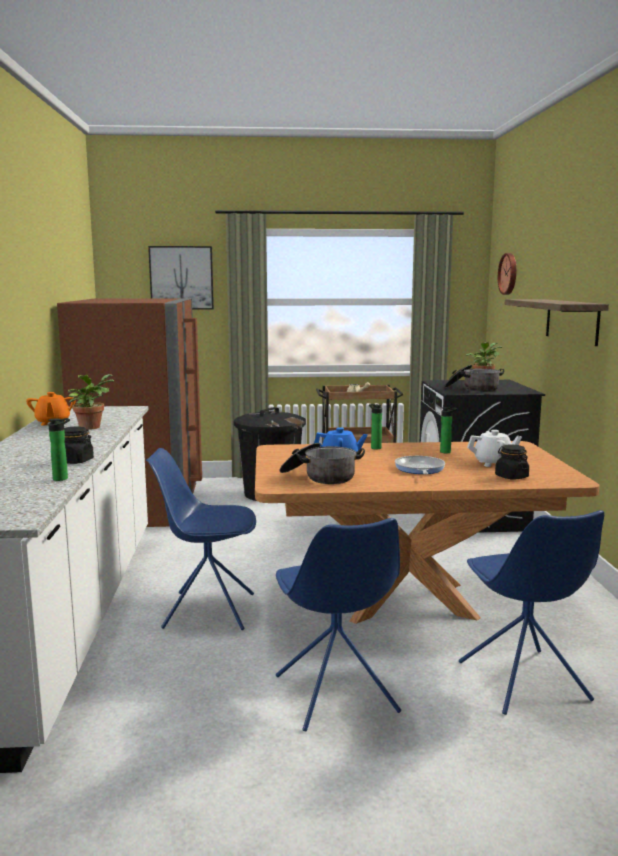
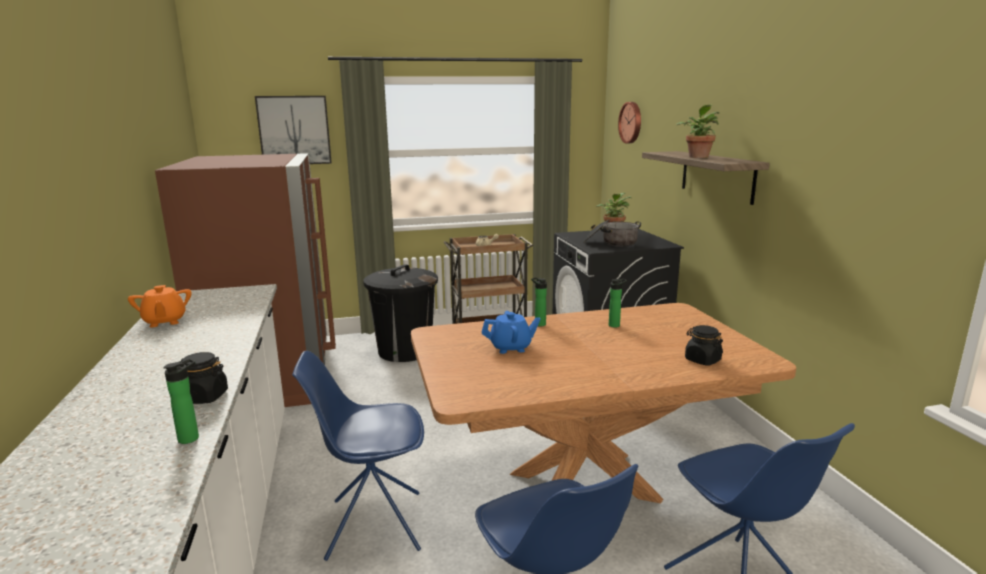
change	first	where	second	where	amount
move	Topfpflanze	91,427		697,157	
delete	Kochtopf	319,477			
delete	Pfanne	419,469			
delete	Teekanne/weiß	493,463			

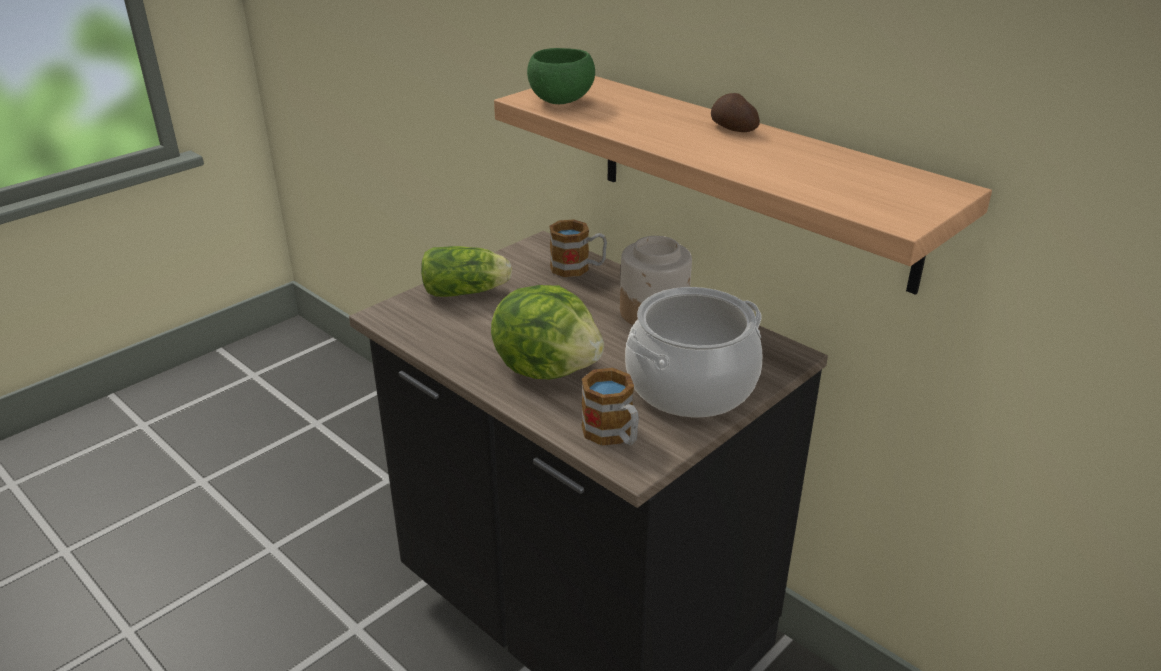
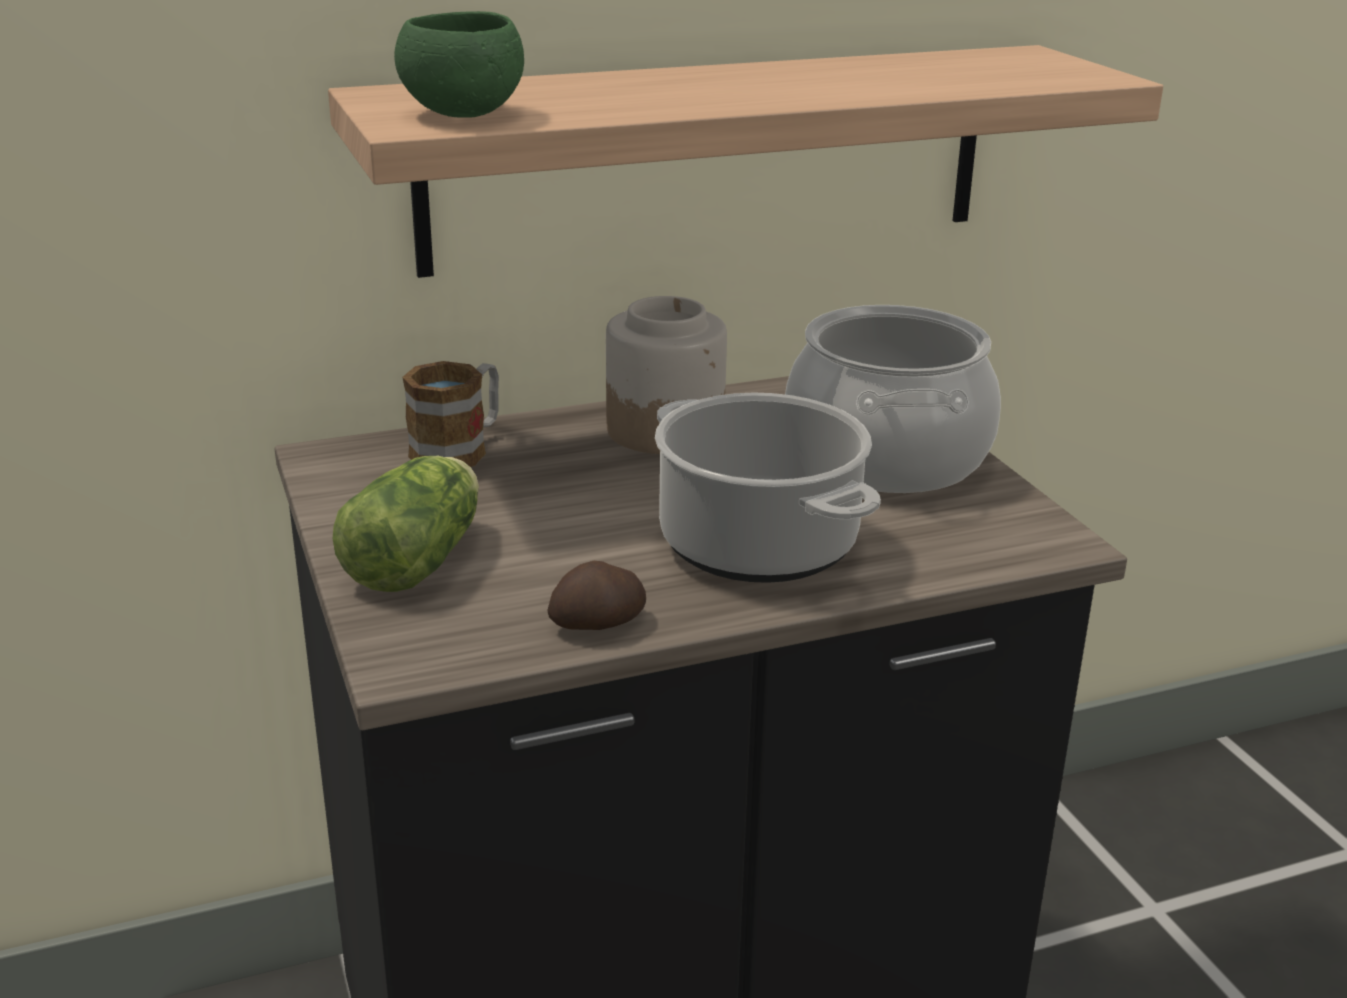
change	first	where	second	where	amount
move	Kartoffel	732,129		599,624	
replace	Salatkopf	548,368	Kochtopf	755,544	
delete	Henkelbecher	613,435			

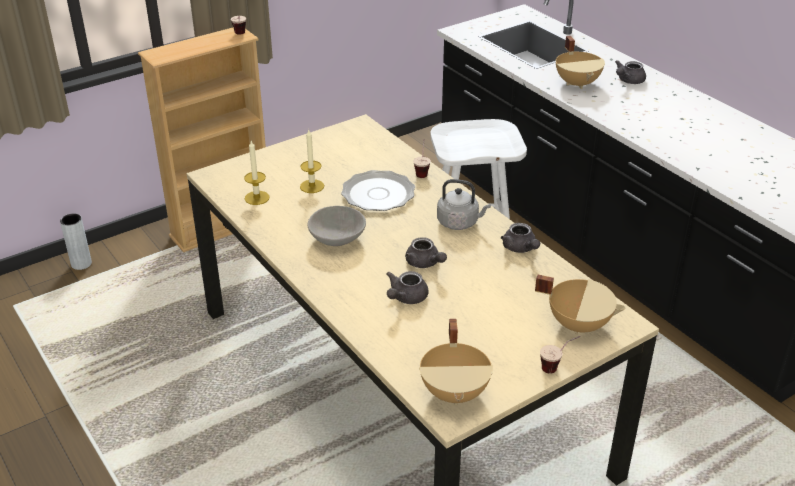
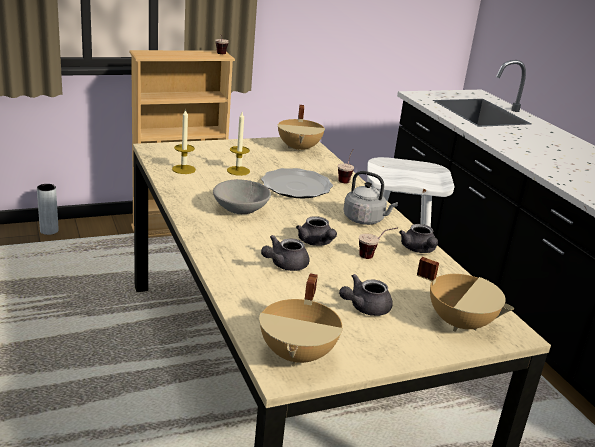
change	first	where	second	where	amount
move	Kochtopf/beige	578,83		299,148	
move	Teekanne/grau	628,81		364,308	
move	Tasse	557,367		374,256	

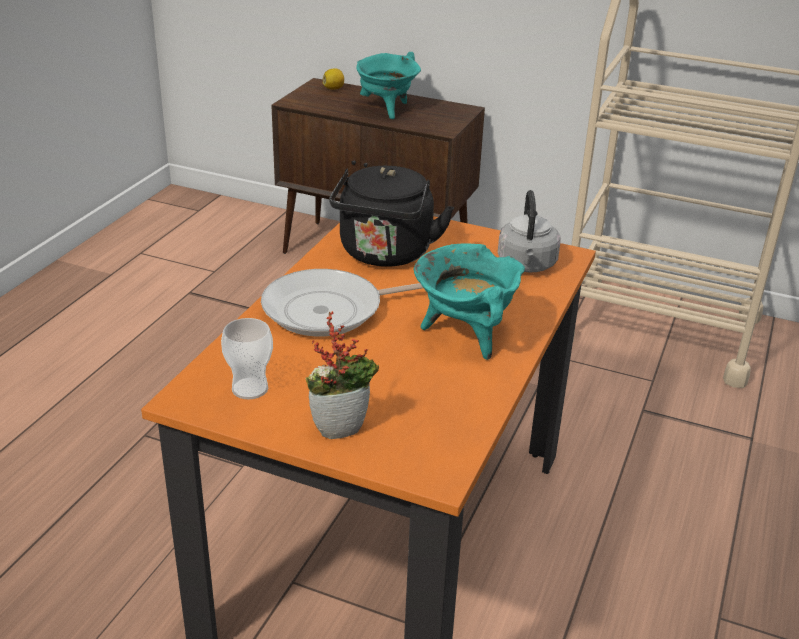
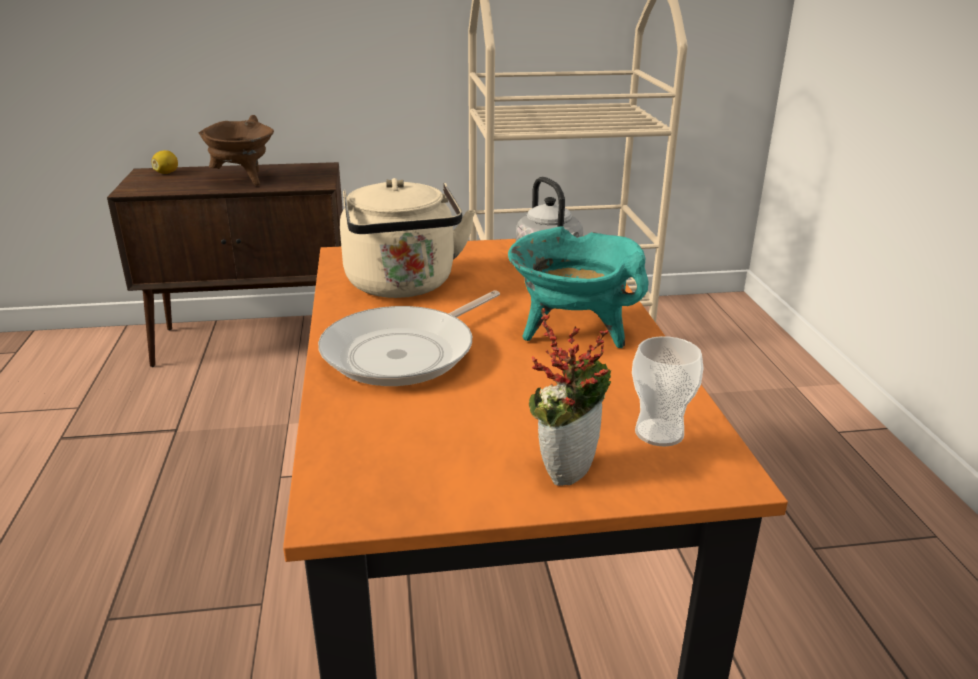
change	first	where	second	where	amount
recolor	Kochtopf/türkis	386,110	Kochtopf/braun	243,180	
recolor	Wasserkessel/schwarz	385,255	Wasserkessel/beige	403,286	
move	Tasse	250,388		659,433	

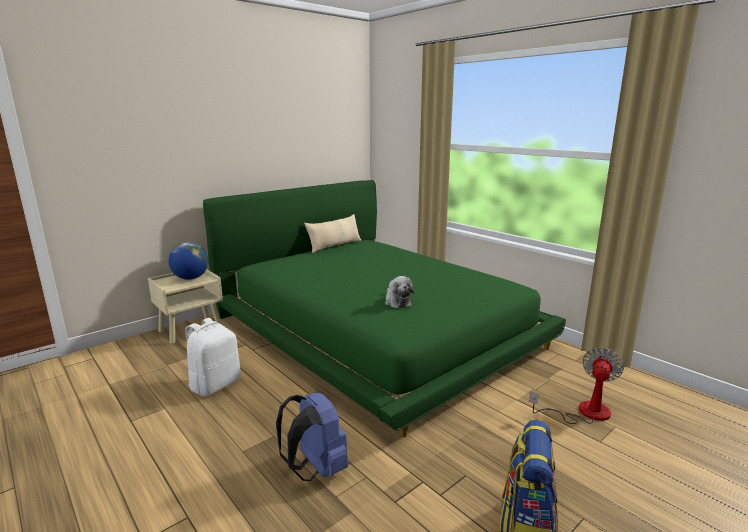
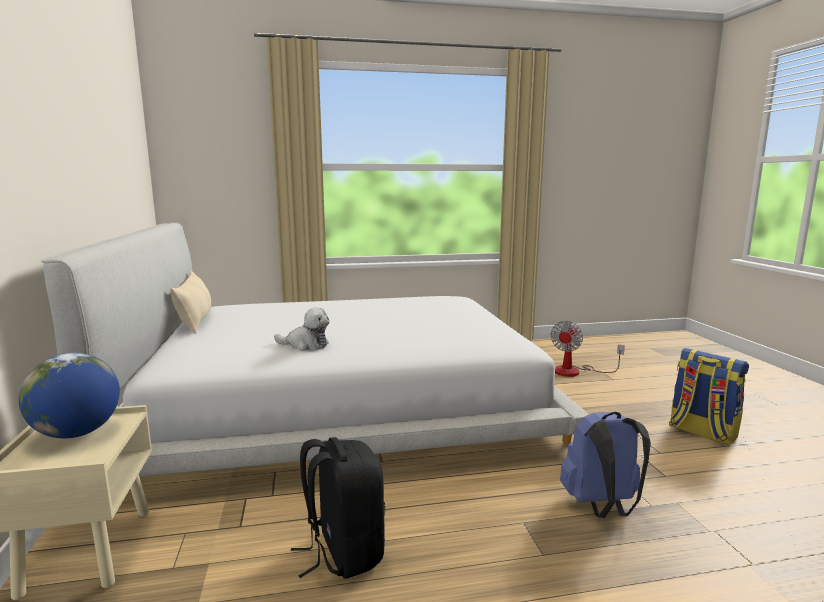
change	first	where	second	where	amount
recolor	Bett/grün	374,329	Bett/weiß	340,401	
move	Plüschtier	397,302		306,345	
recolor	Rucksack/weiß	215,384	Rucksack/schwarz	343,552	
rotate	Ventilator	583,412		575,371	120 degrees counterclockwise

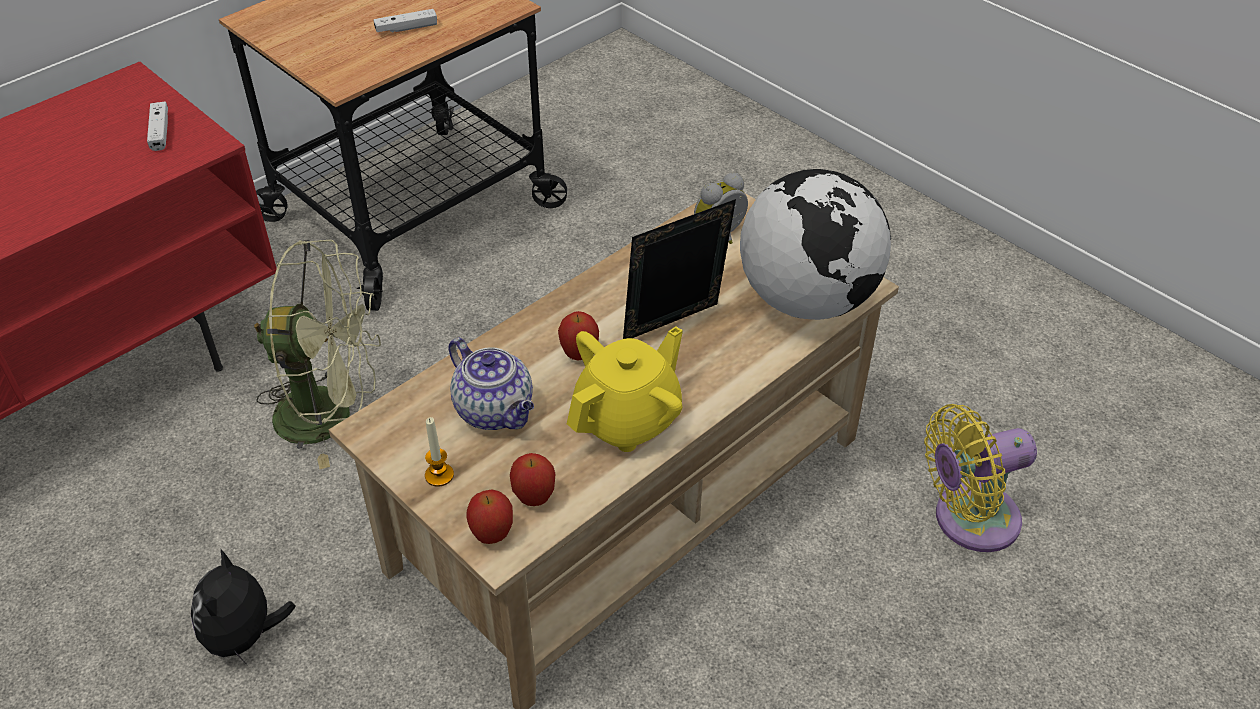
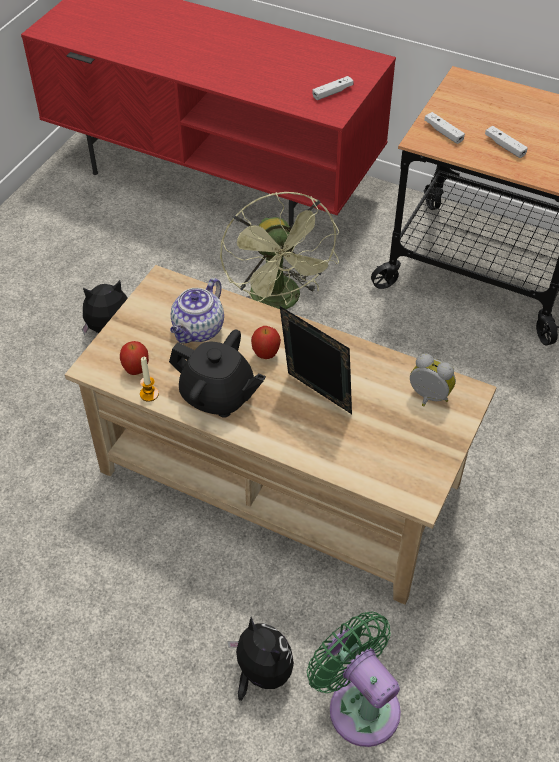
change	first	where	second	where	amount
move	Kerze	439,475		149,394	
recolor	Teekanne/gelb	628,419	Teekanne/schwarz	218,396	
insert			Plüschtier	261,673	
recolor	Ventilator/gelb	968,520	Ventilator/grün	359,704	
insert			Gamepad/weiß	443,132	
delete	Apfel	492,535			
delete	Globus	807,300			

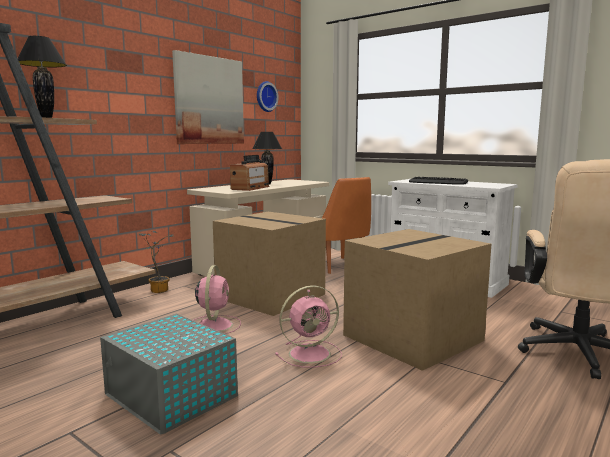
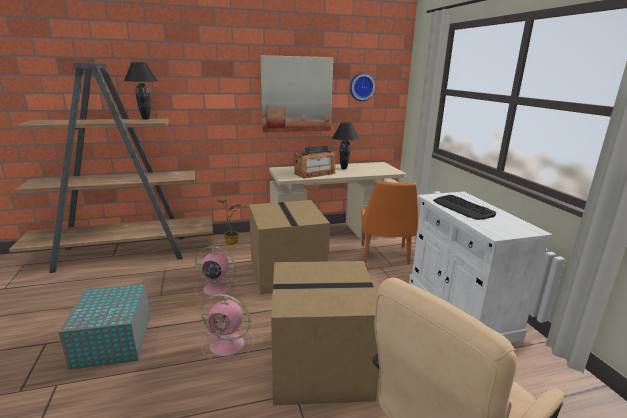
change	first	where	second	where	amount
rotate	Ventilator/rosa	215,325		215,288	120 degrees counterclockwise

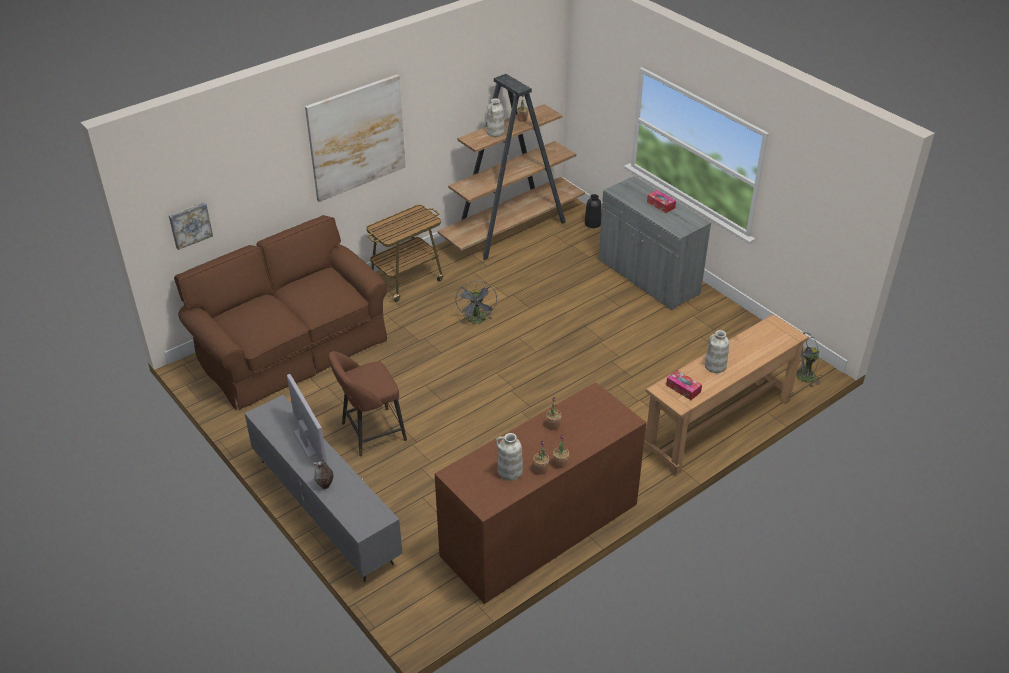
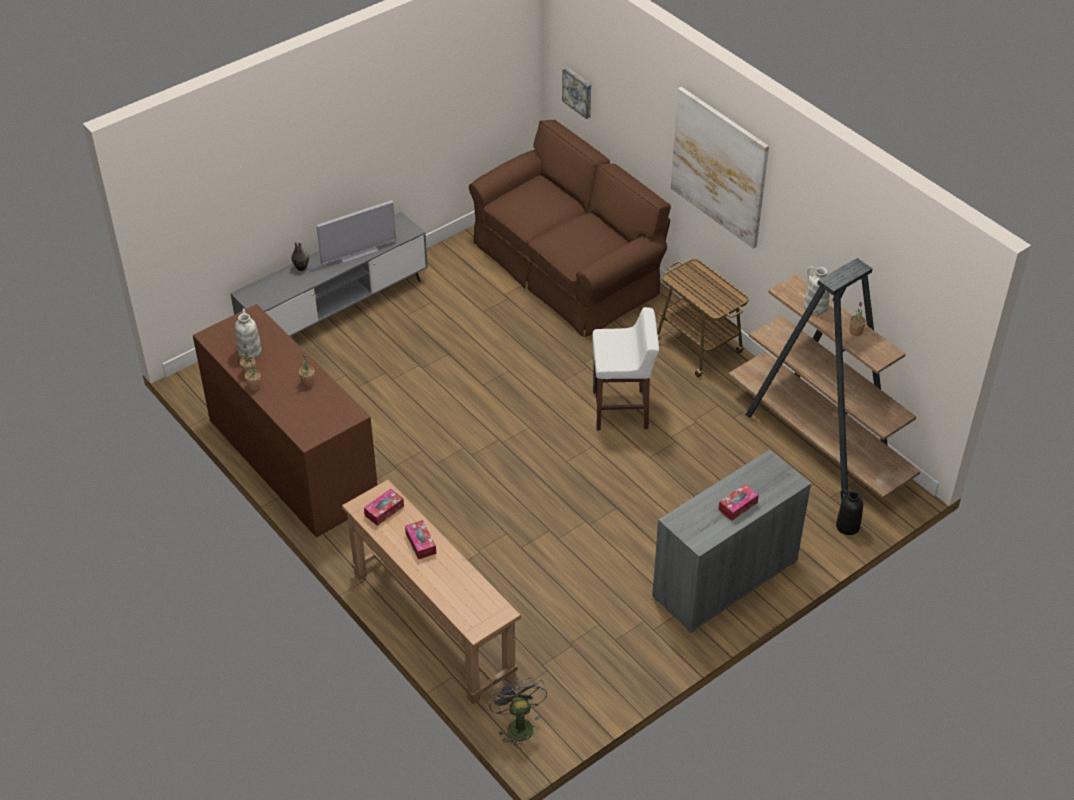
change	first	where	second	where	amount
replace	Vase/weiß	715,366	Taschentuchbox	420,543	
replace	Ventilator/grau	477,321	Hocker/weiß	621,410	
delete	Hocker/braun	370,433			

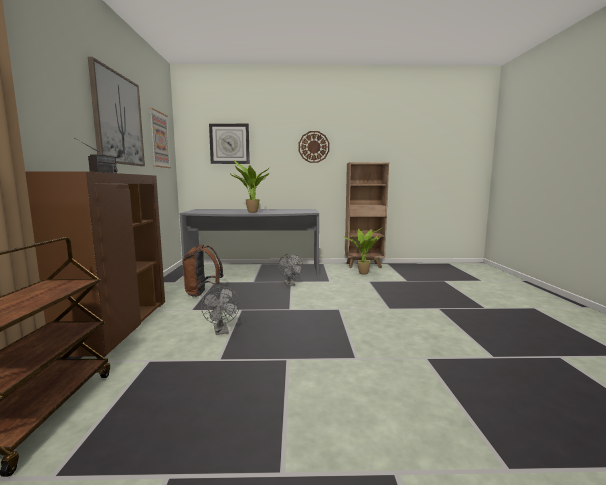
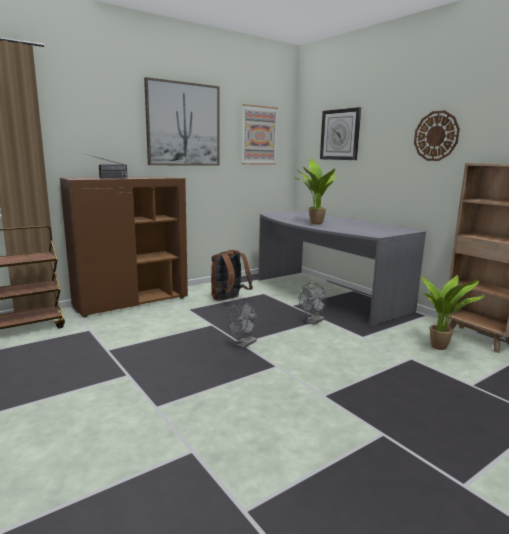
change	first	where	second	where	amount
move	Ventilator/grau	221,331		243,345	

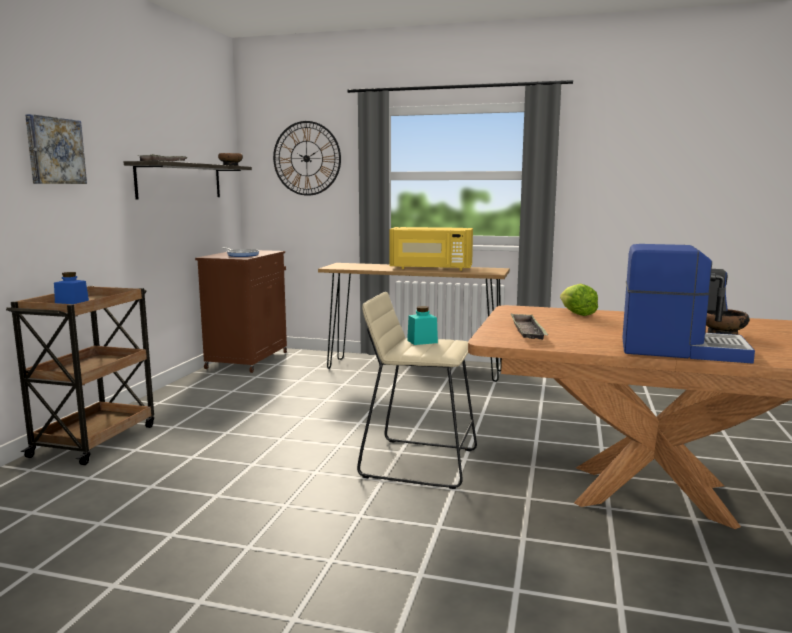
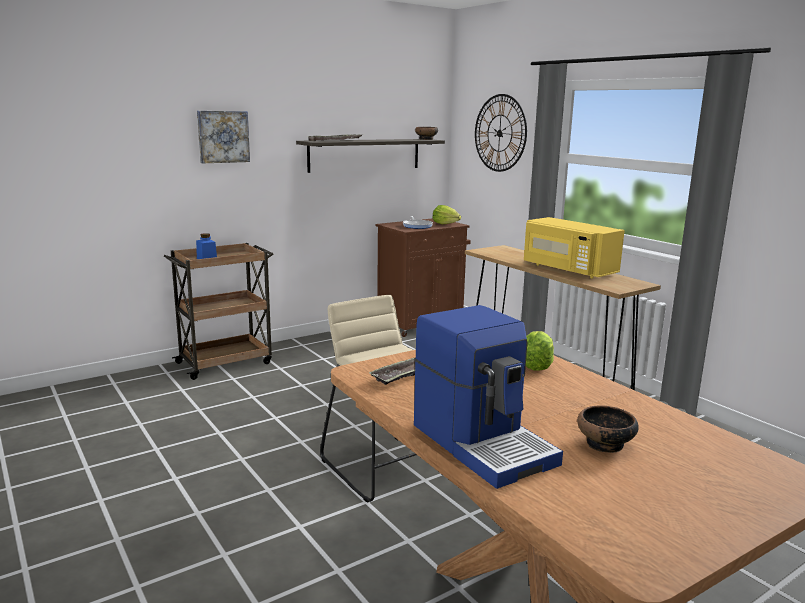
change	first	where	second	where	amount
insert			Salatkopf	445,224	
delete	Vorratsglas/türkis	422,341			

